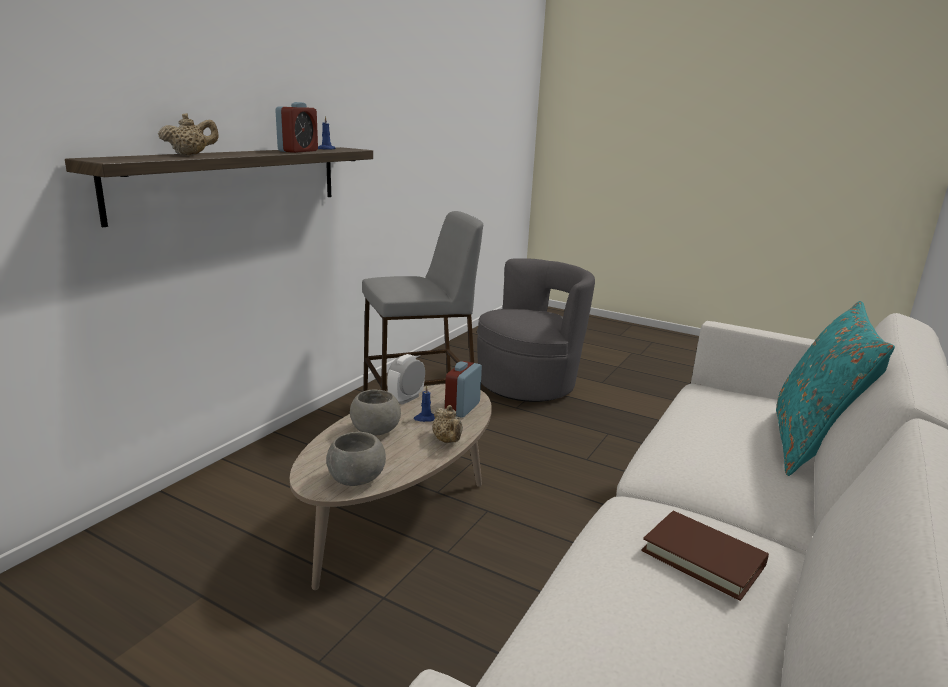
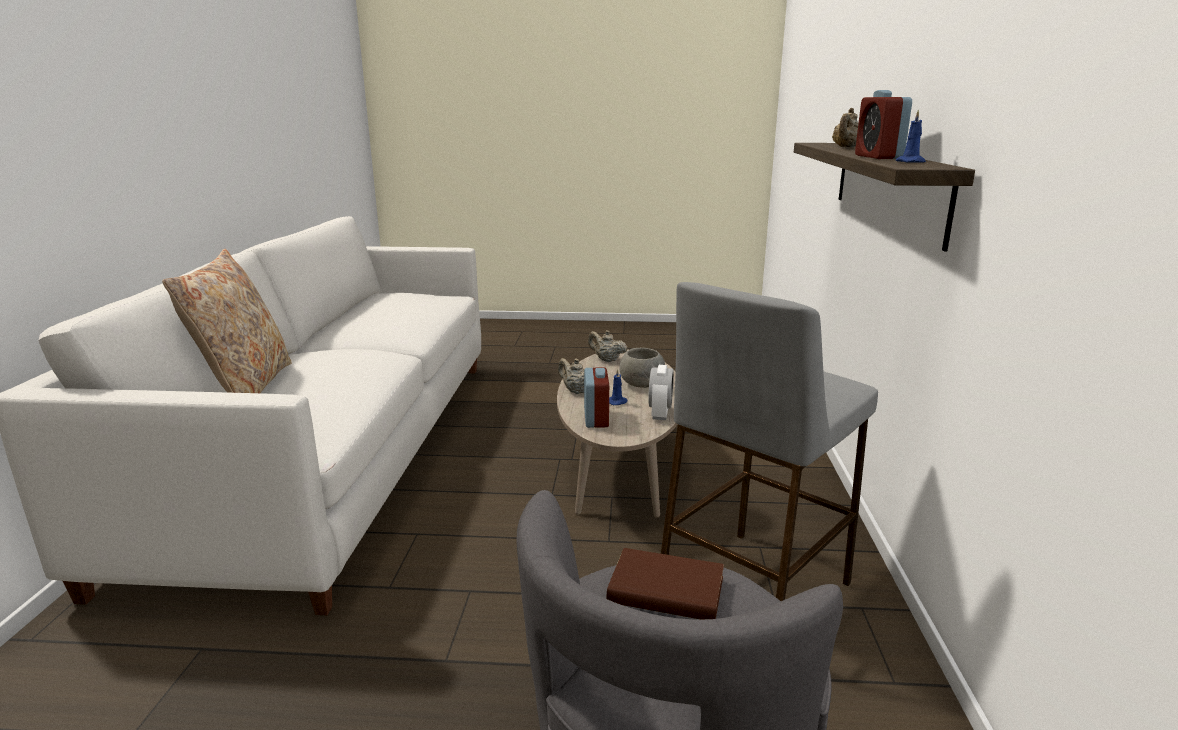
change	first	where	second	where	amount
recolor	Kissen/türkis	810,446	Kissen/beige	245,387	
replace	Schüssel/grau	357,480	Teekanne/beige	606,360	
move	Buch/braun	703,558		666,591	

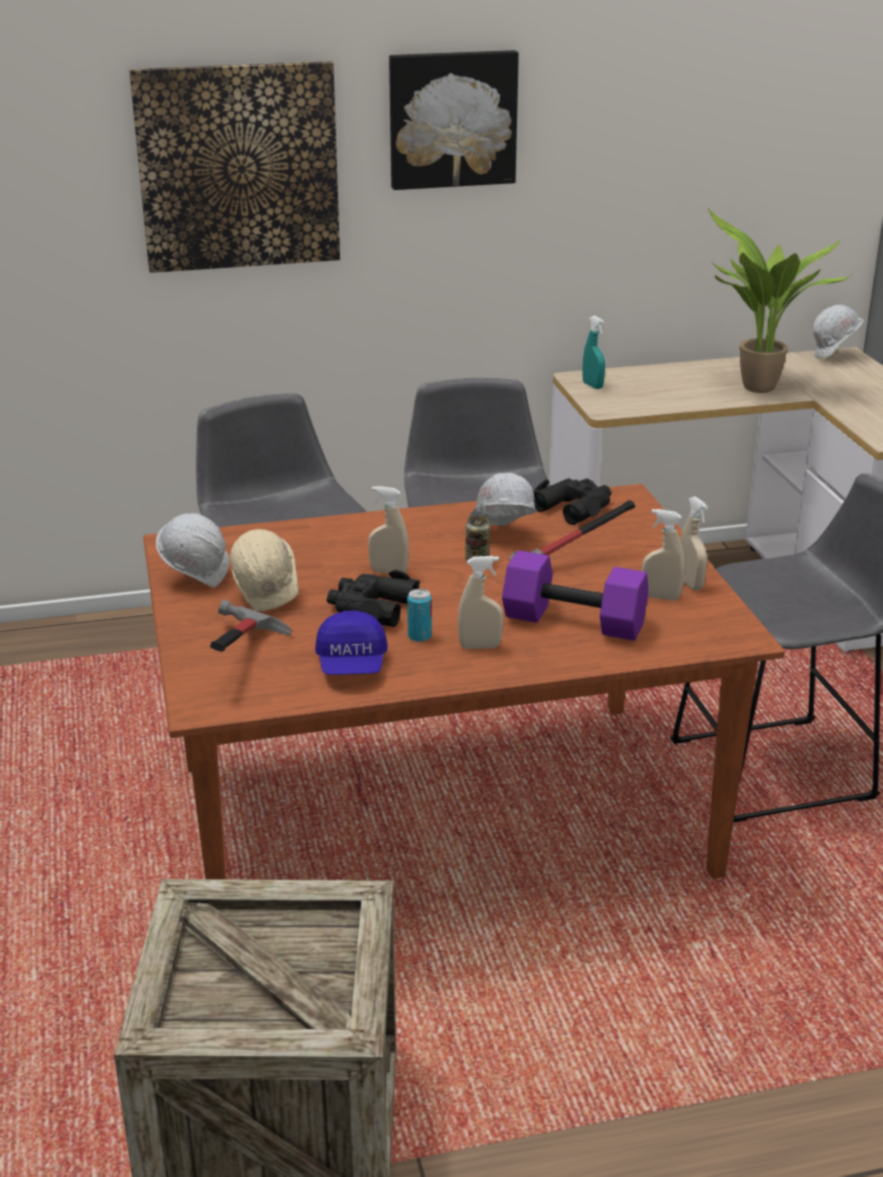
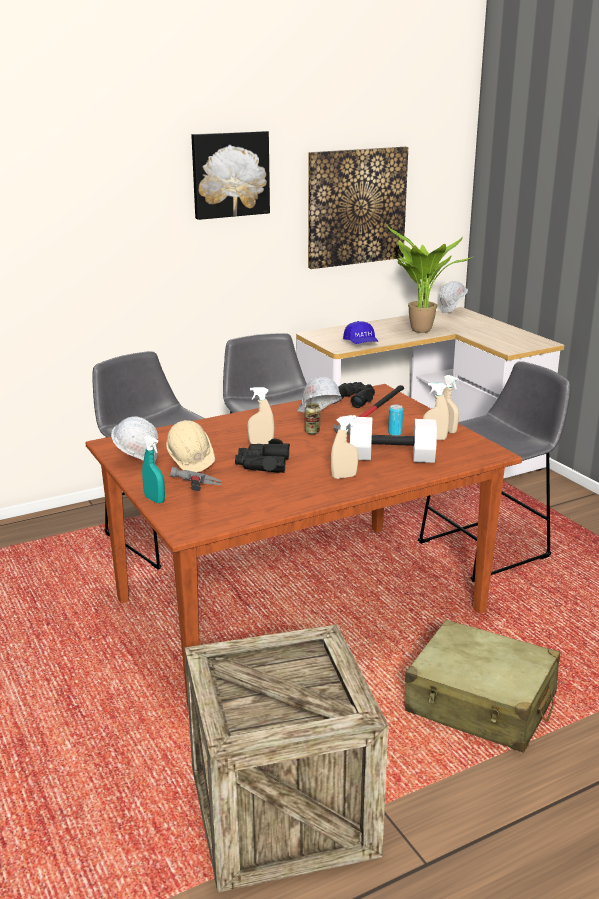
change	first	where	second	where	amount
move	Sprühflasche/türkis	592,385		154,500	
move	Bild	238,167		356,207	
move	Kappe/blau	352,664		361,344	
recolor	Hantel/lila	576,620	Hantel/weiß	392,456	
move	Dose	419,636		395,433	
insert			Koffer/beige	481,703	

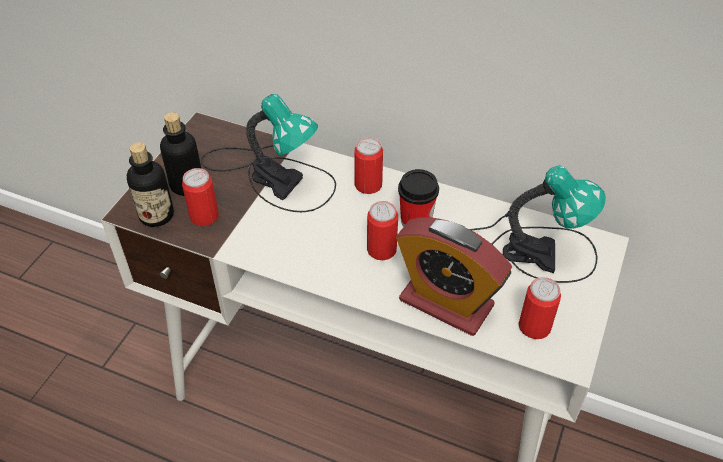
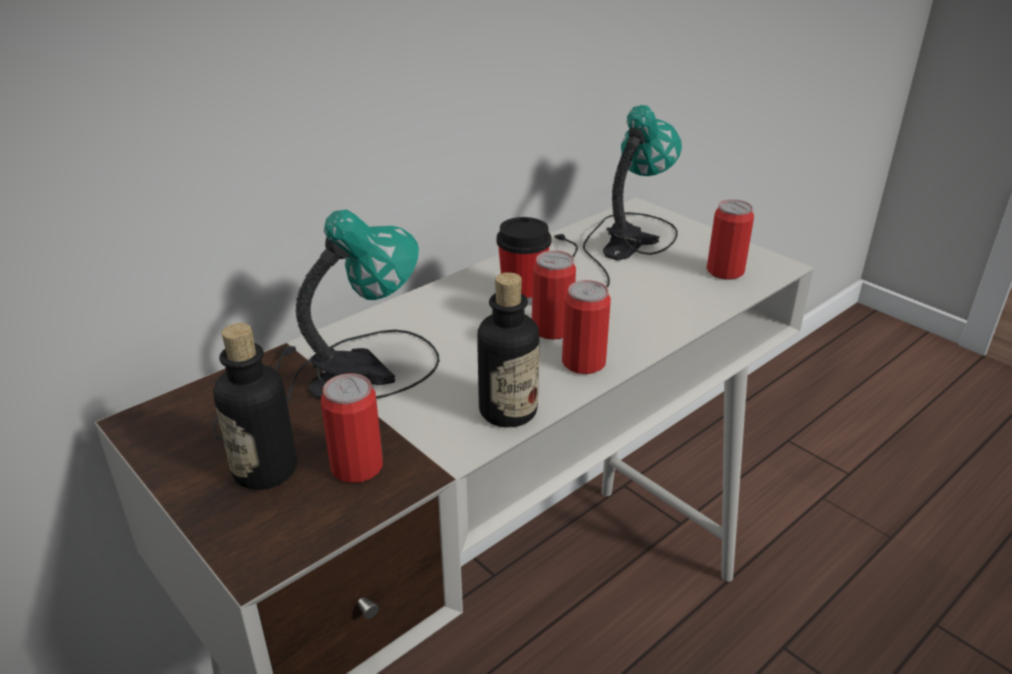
change	first	where	second	where	amount
move	Flasche	156,215		508,411	
move	Dose	368,185		583,363	
delete	Wecker	446,303			

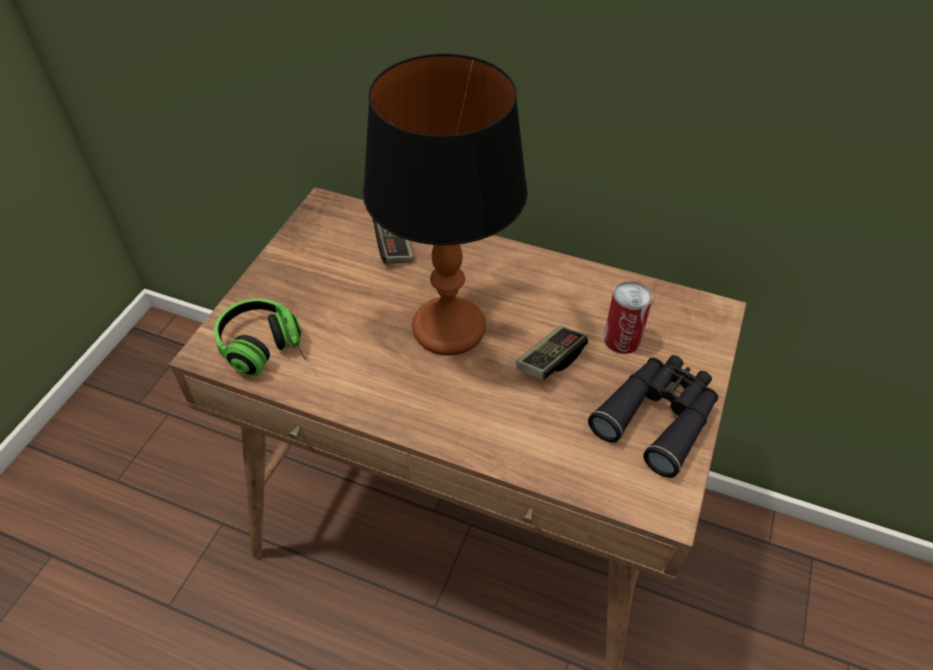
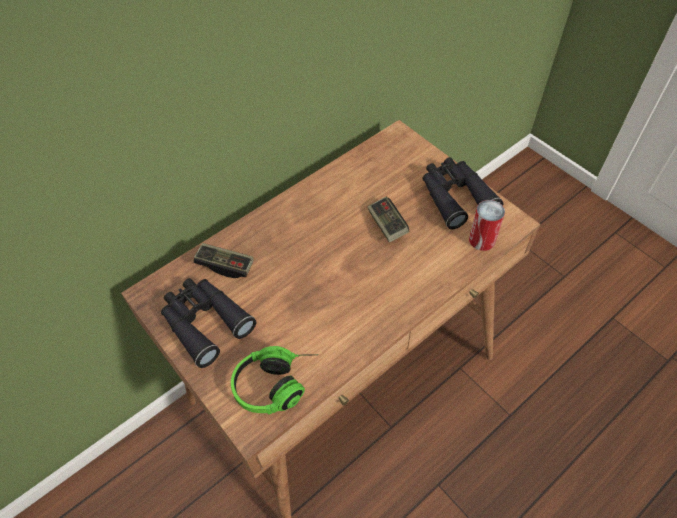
change	first	where	second	where	amount
insert			Fernglas/schwarz	205,322	
move	Dose	622,339		482,240	
delete	Tischlampe	450,328			

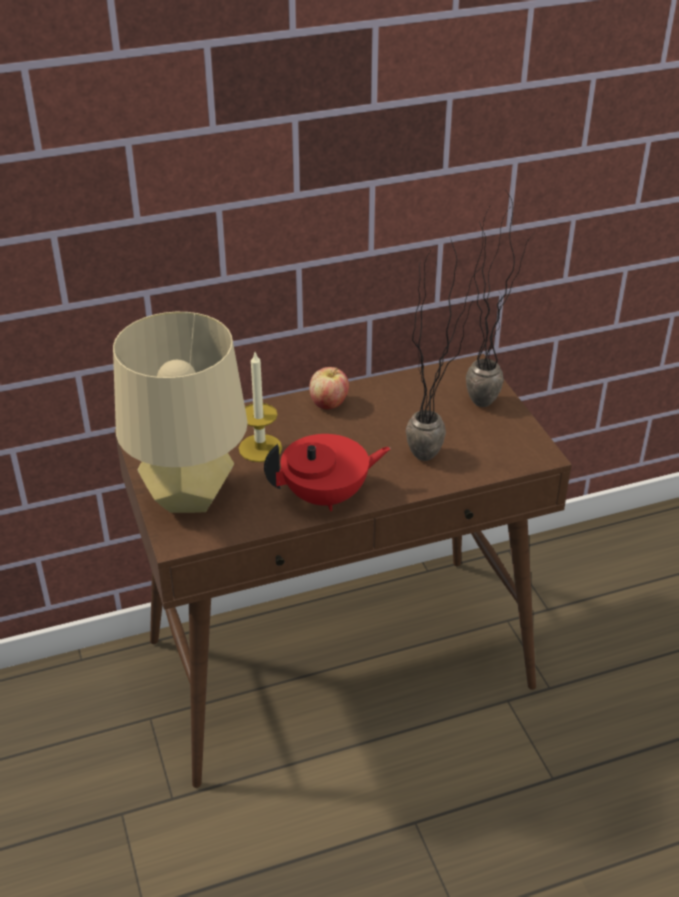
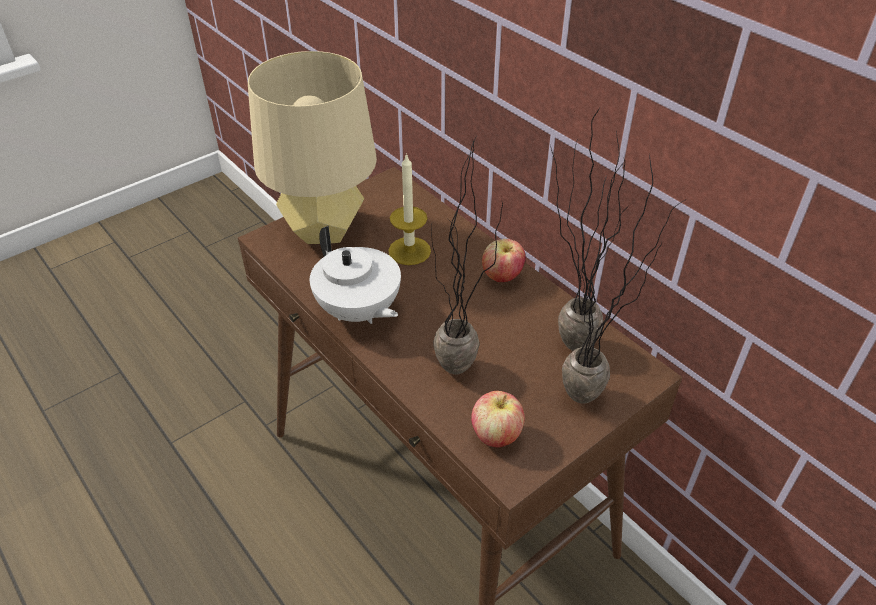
change	first	where	second	where	amount
recolor	Teekanne/rot	326,496	Teekanne/weiß	358,311	
insert			Apfel	496,435	
insert			Topfpflanze	563,339	

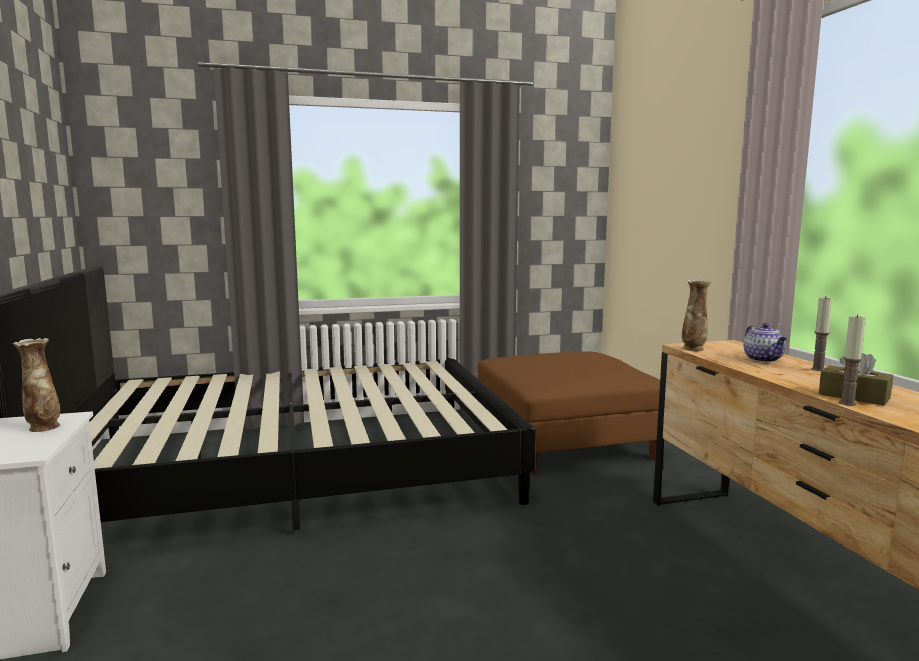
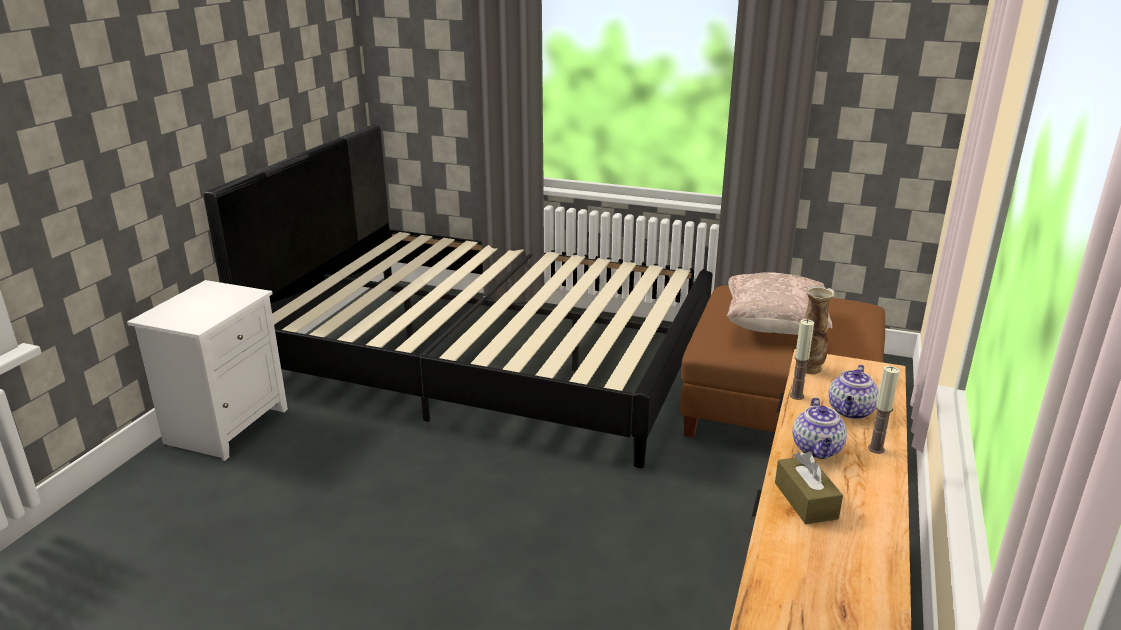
change	first	where	second	where	amount
insert			Kissen/beige	774,327	
move	Kerze	847,403		796,396	
insert			Teekanne	817,450	
delete	Vase	43,428			

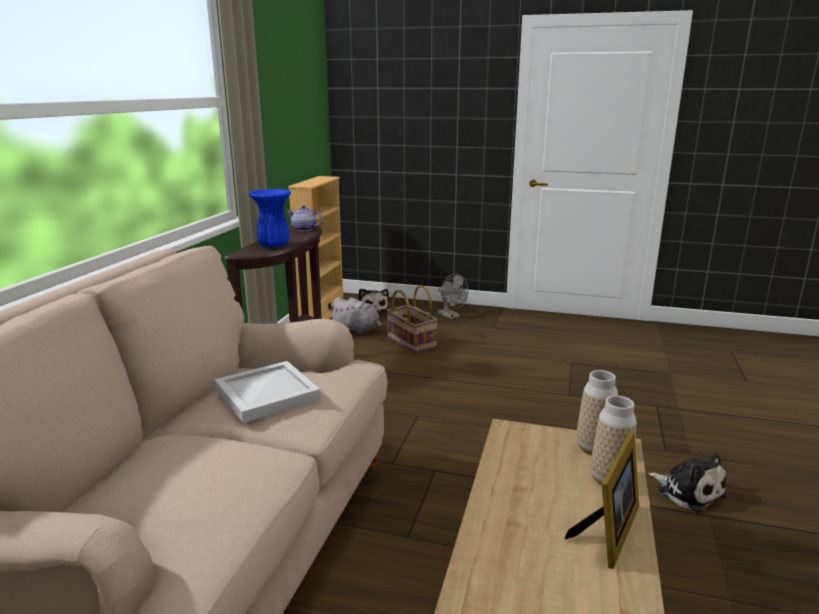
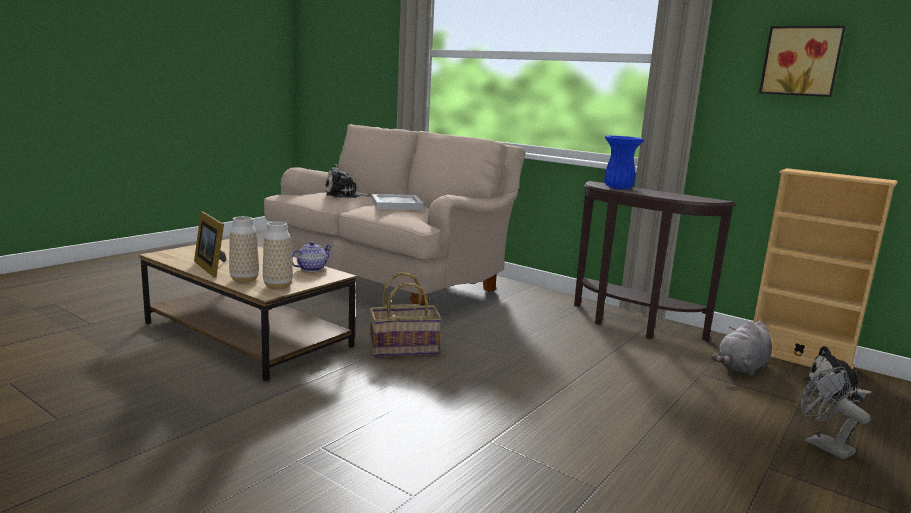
change	first	where	second	where	amount
move	Teekanne	305,229		311,269	
move	Plüschtier	688,491		343,195	
move	Korb	410,342		404,348	
insert			Bild	801,61	
rotate	Ventilator/grau	451,316		822,445	75 degrees clockwise

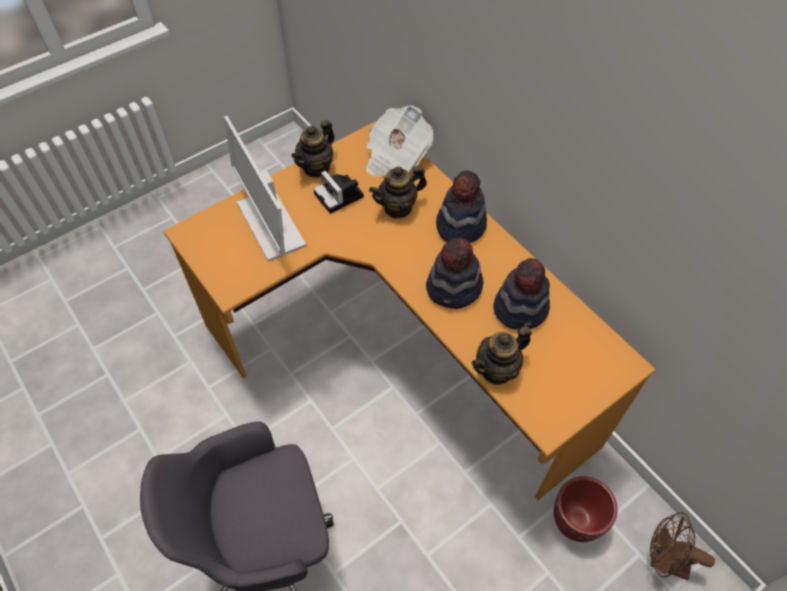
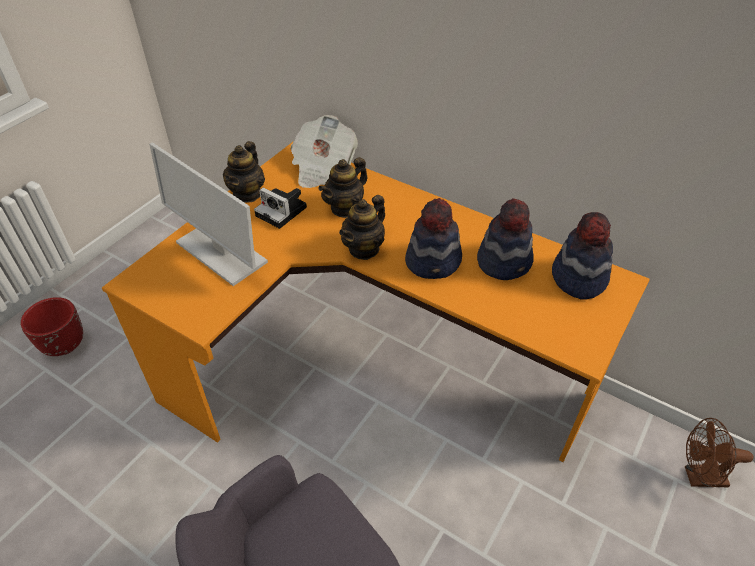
change	first	where	second	where	amount
move	Pflanzkübel/rot	575,520		64,345	
move	Teekanne	497,370		364,249	
move	Hut	460,225		578,278	

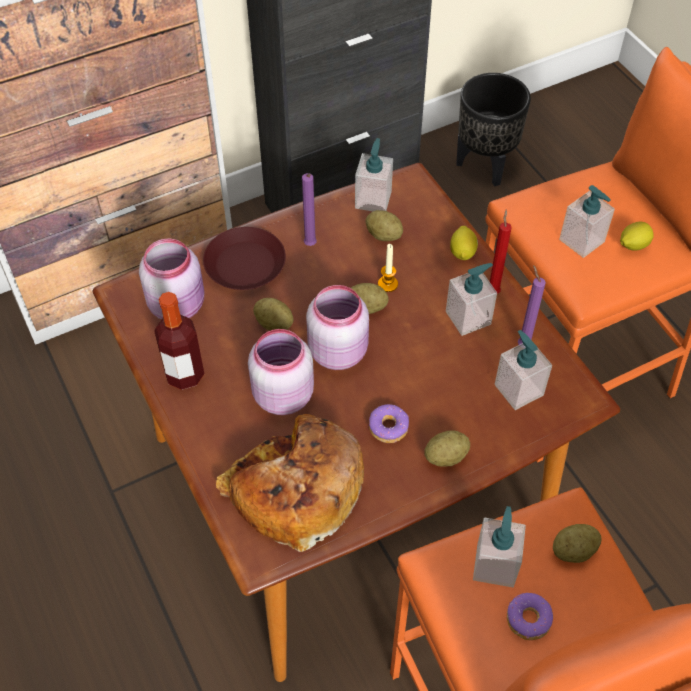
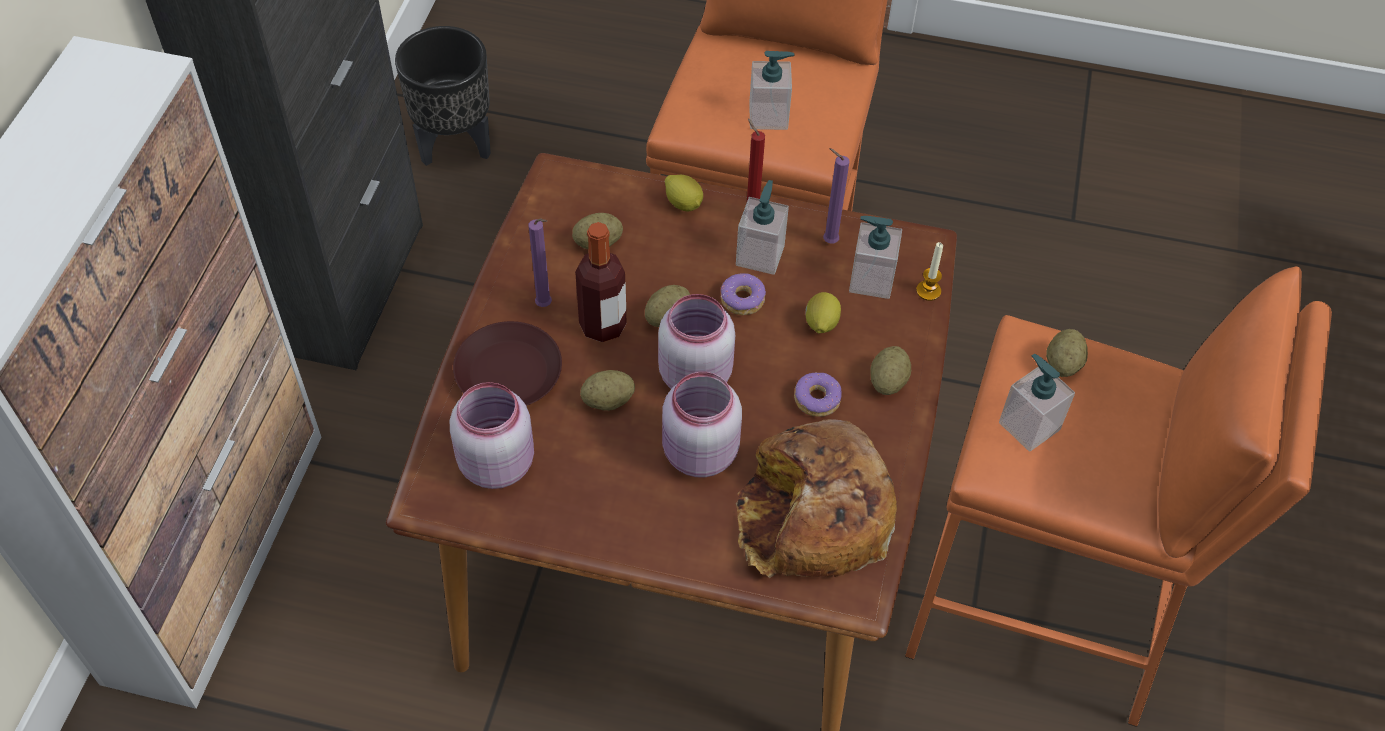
change	first	where	second	where	amount
move	Flasche	185,375		603,325	
move	Donut	528,620		742,300	
move	Zitrone	633,245		821,324	
move	Kerze	387,284		928,291	
delete	Seifenspender	373,200			

